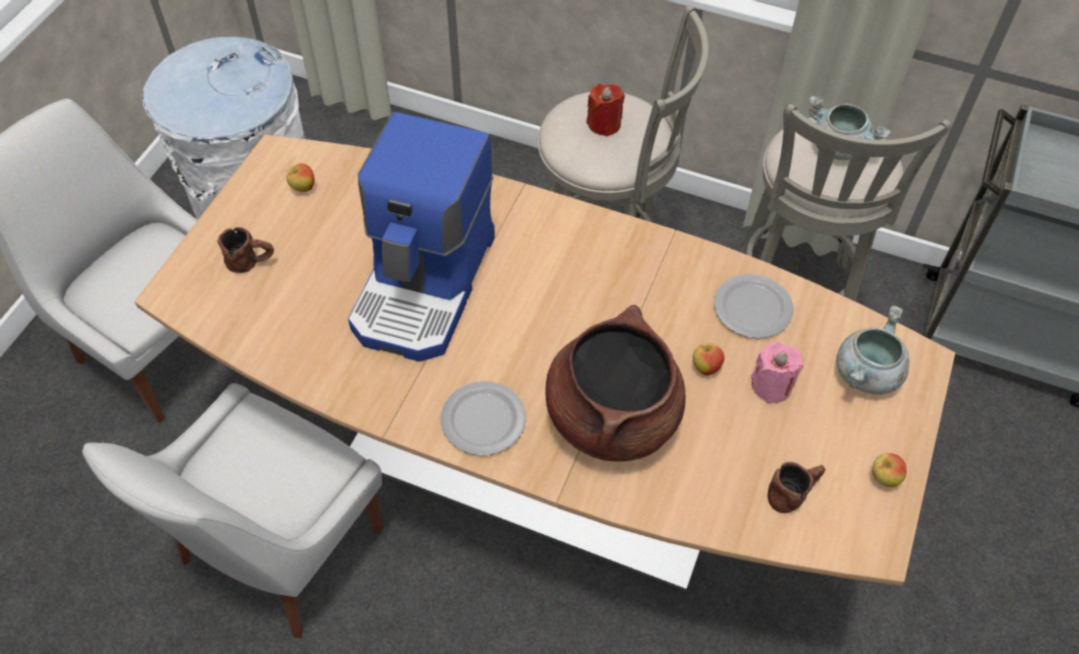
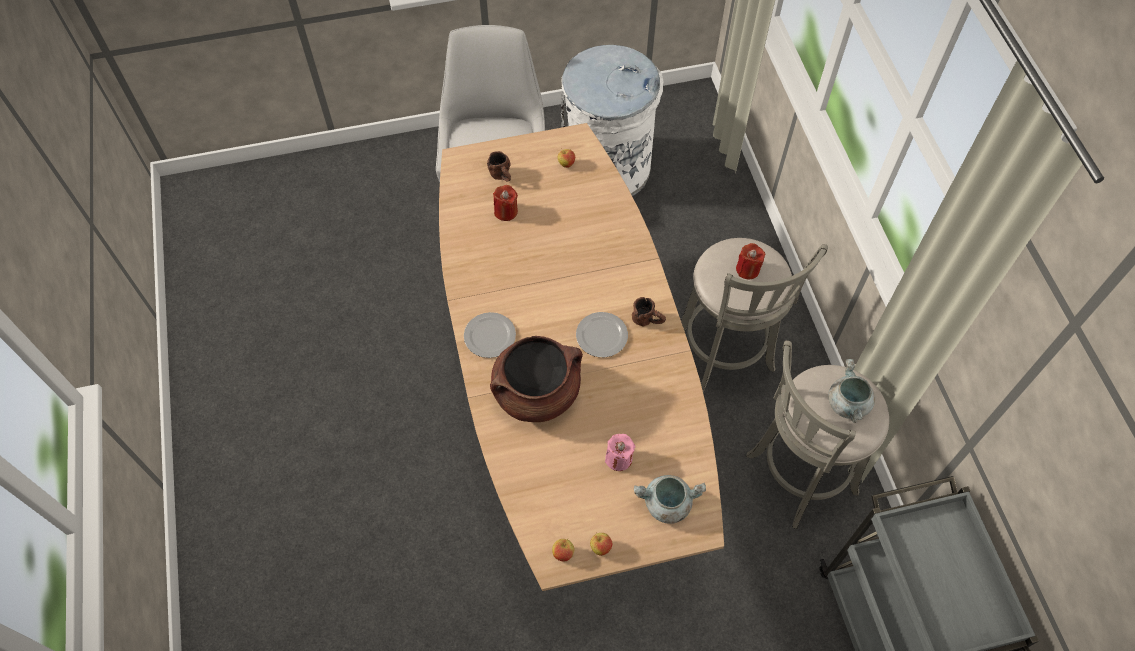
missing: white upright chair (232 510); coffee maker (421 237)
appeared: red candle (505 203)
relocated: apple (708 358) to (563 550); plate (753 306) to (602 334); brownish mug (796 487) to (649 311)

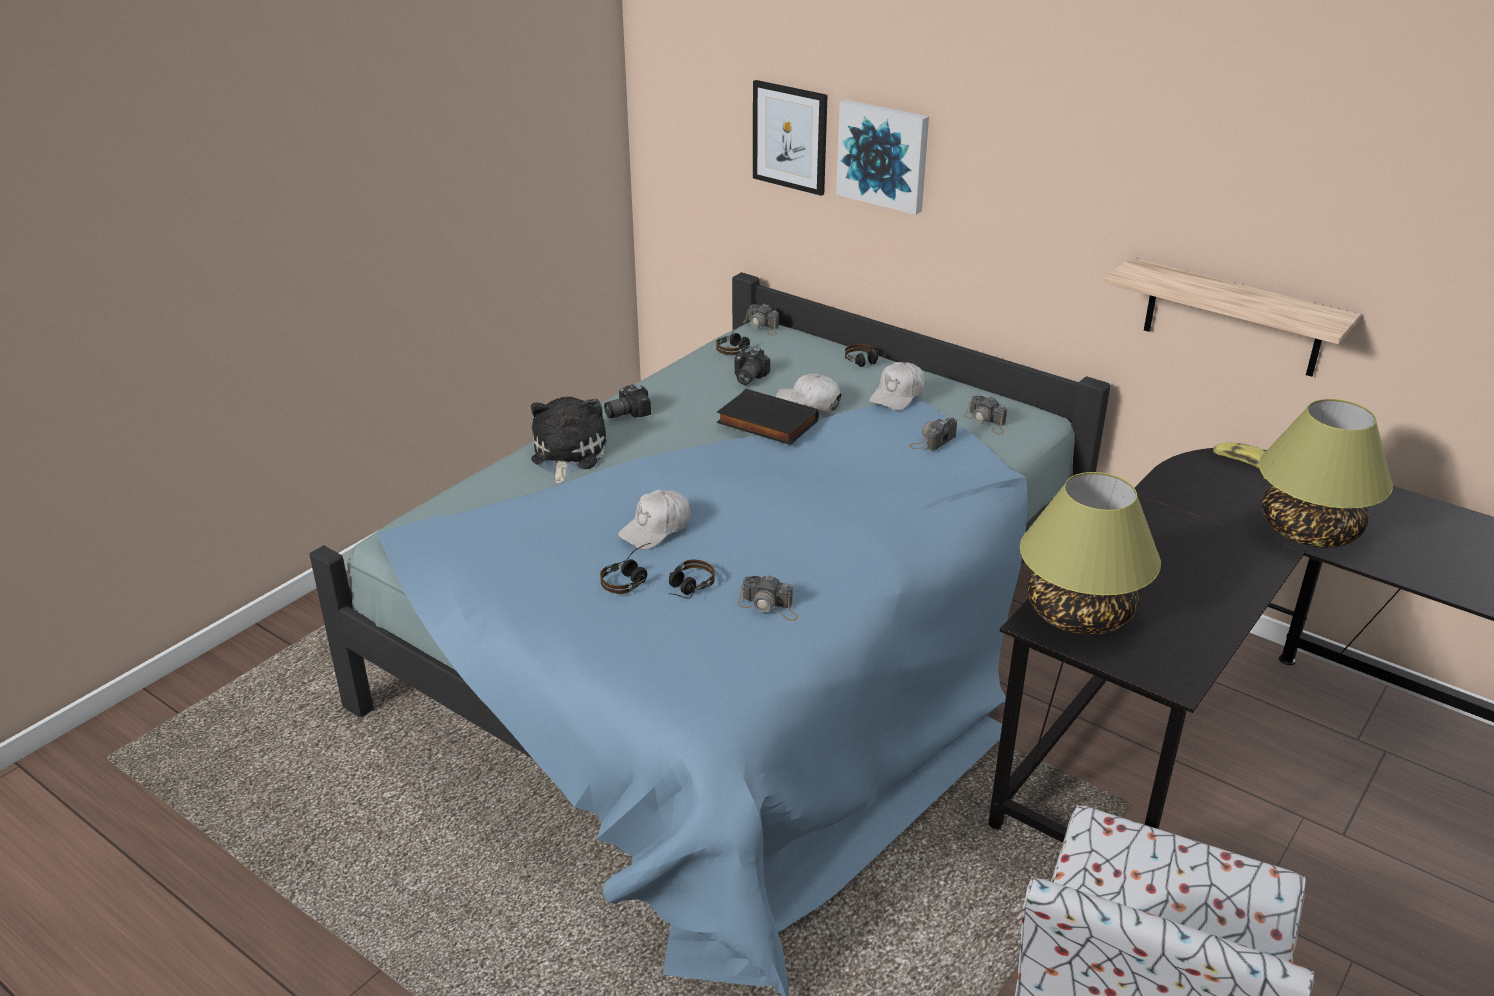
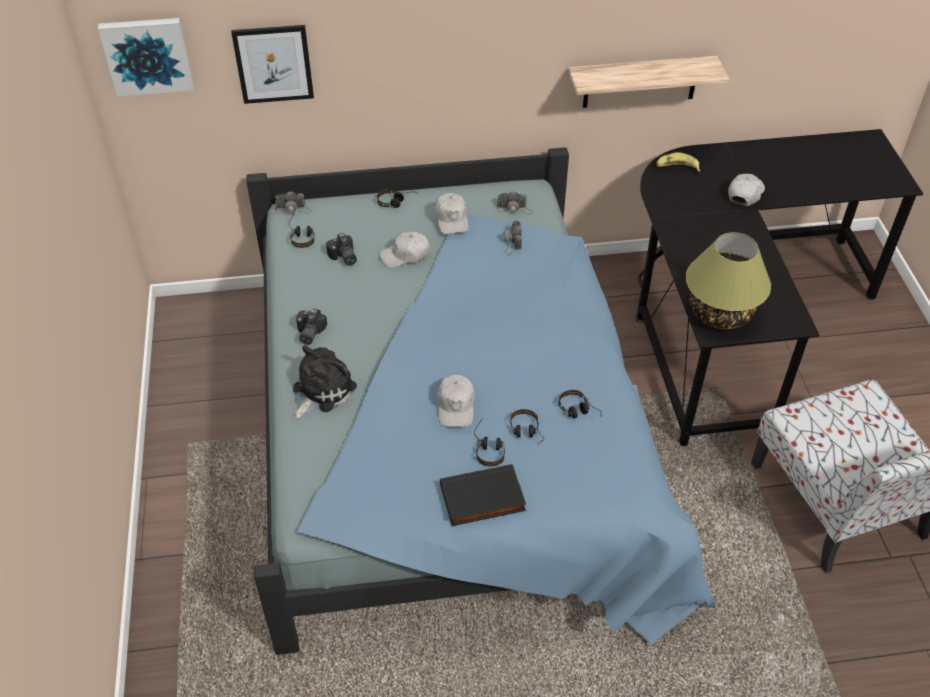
relocated: wall art (882 157) to (146 57); black-coloured volume (768 417) to (483 495)
exchanged: photo camera (768 598) to headphones (579 404); lamp for a table (1326 473) to white cap (746 190)
spun: plush toy (568 440) = (325 382) 75 degrees clockwise

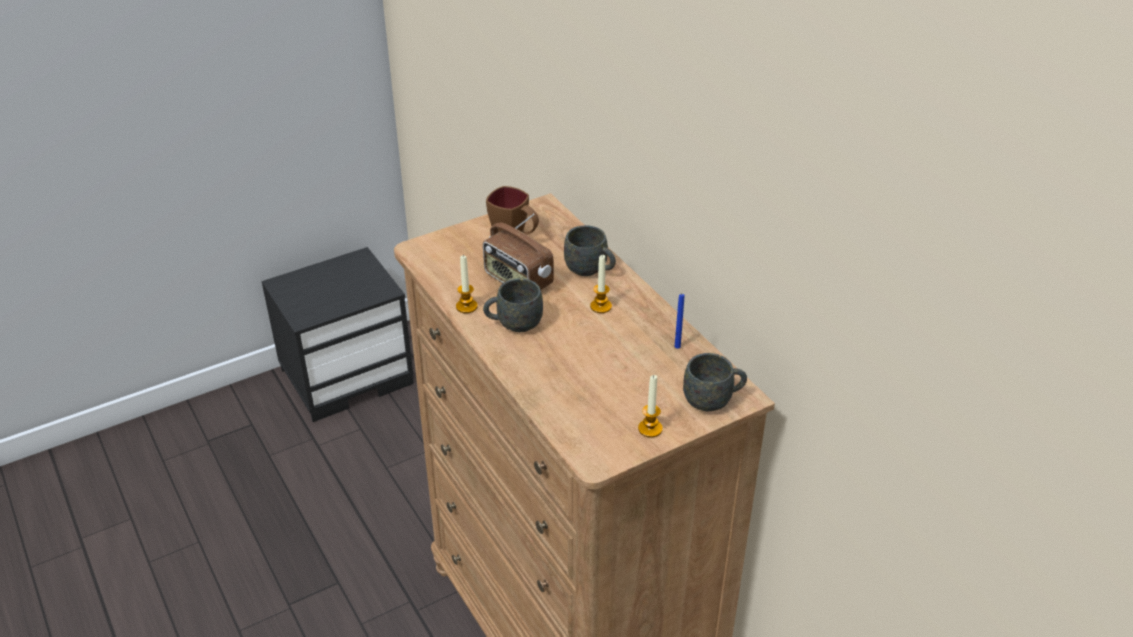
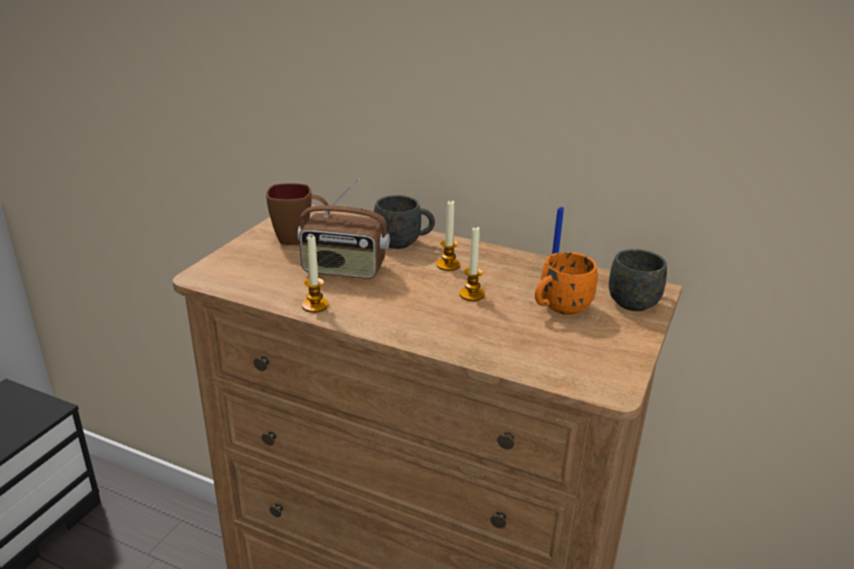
missing: grey mug (513 305)
appeared: orange-coloured mug (566 283)
relocated: candle (650 406) to (472 264)

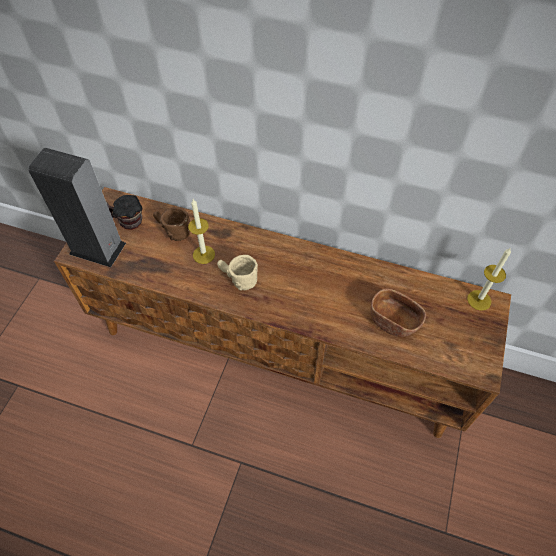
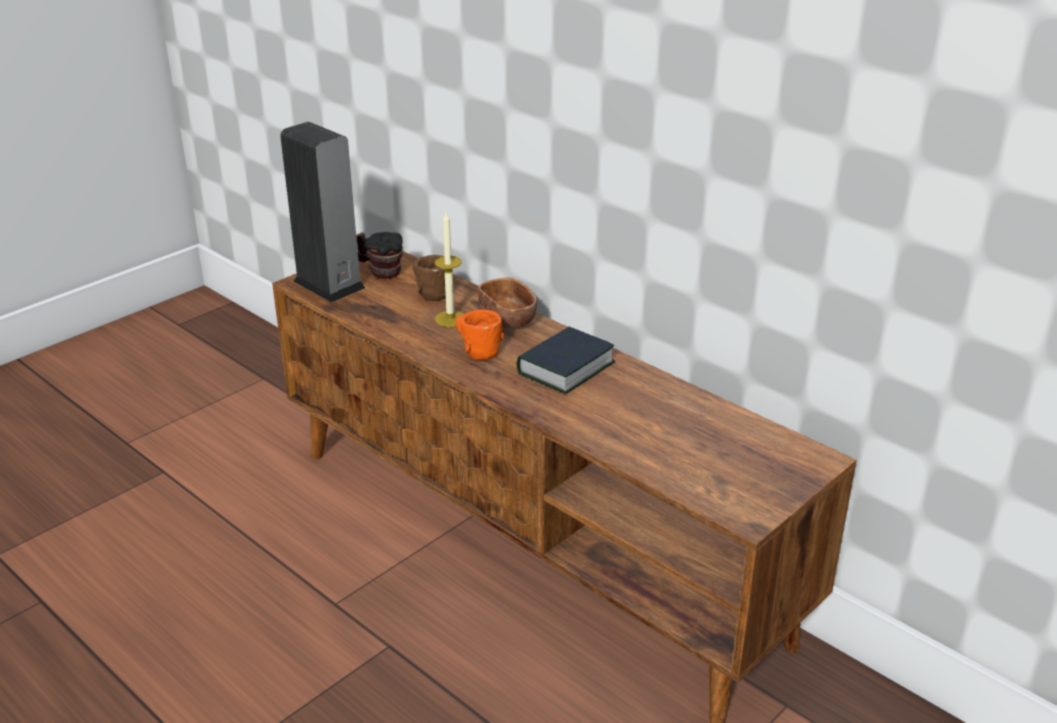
missing: candle (489 279)
appeared: volume (566 360)
relocated: brownish deep dish (398 313) to (507 303)
colour: sand-coloured mug (237 273) to orange-coloured mug (479 334)

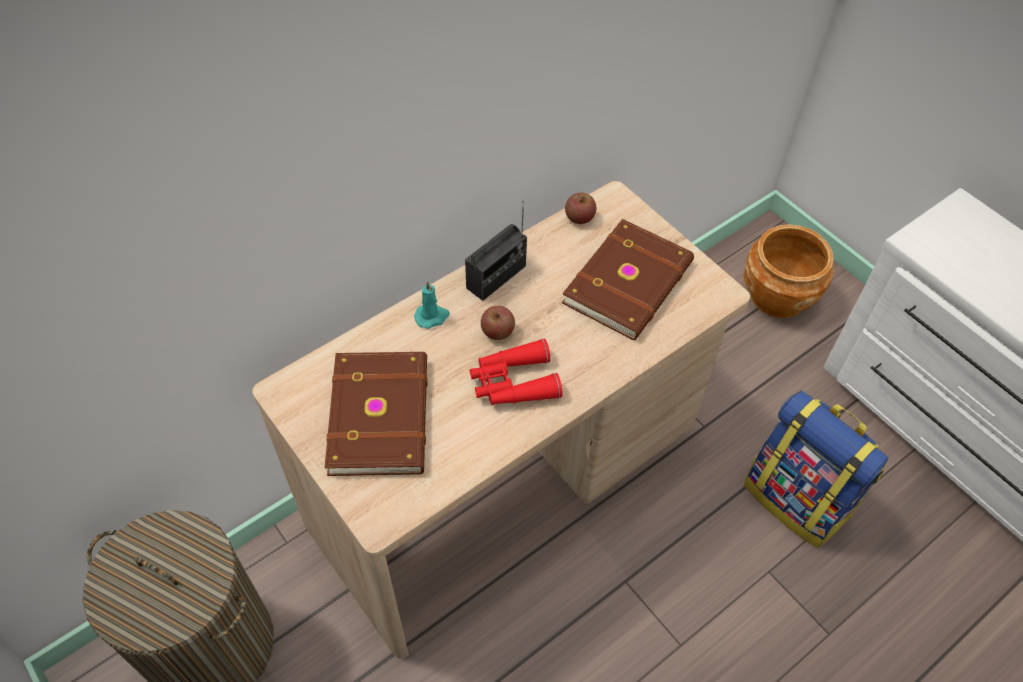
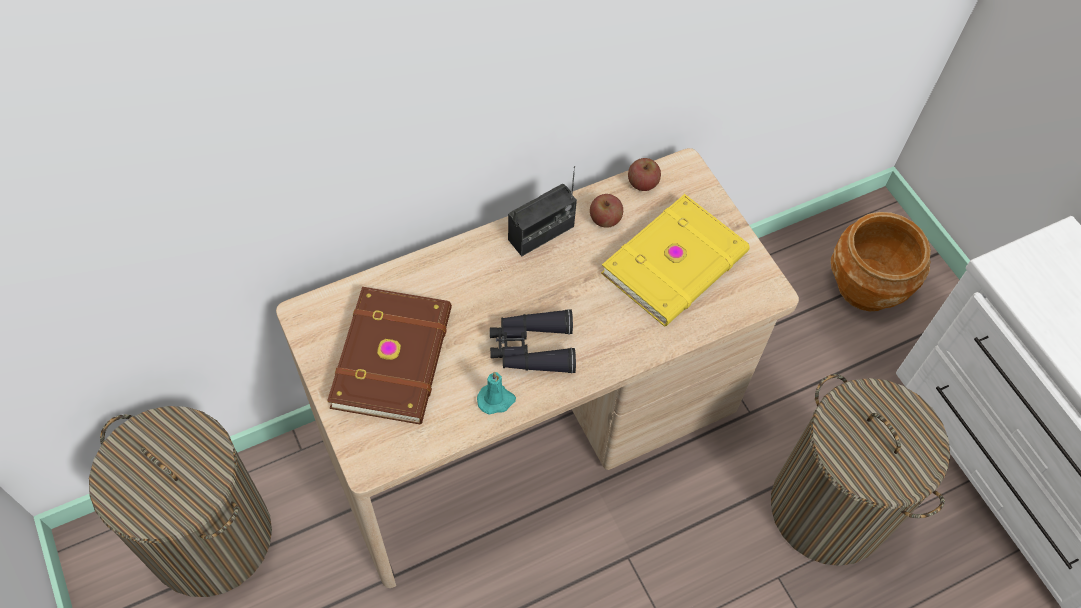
relocated: blue-green candle (431 305) to (496 393); apple (498 323) to (606 211)
exchanged: backpack (816 469) to washing basket (860 470)
colour: red field glasses (516 372) to black-coloured field glasses (533 341); brownish volume (628 279) to yellowish volume (675 260)

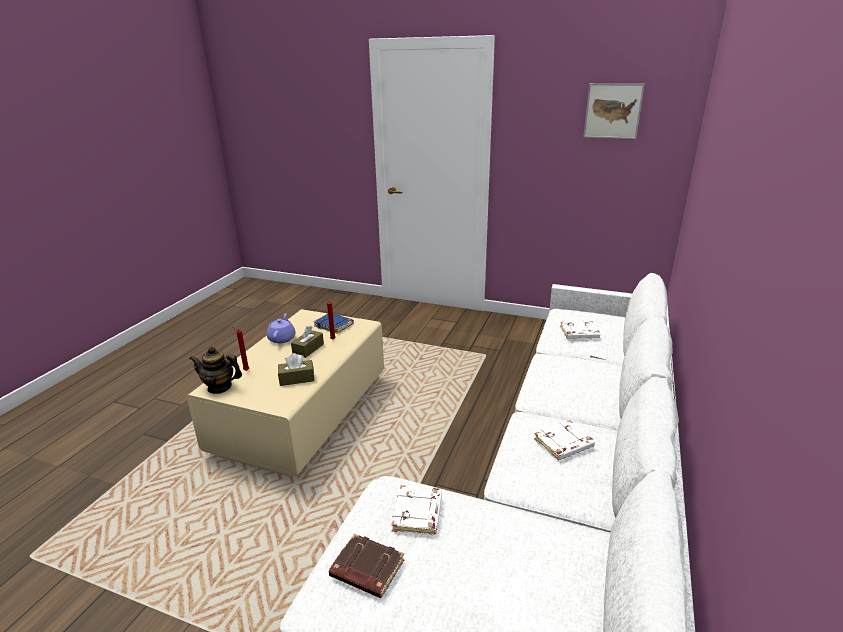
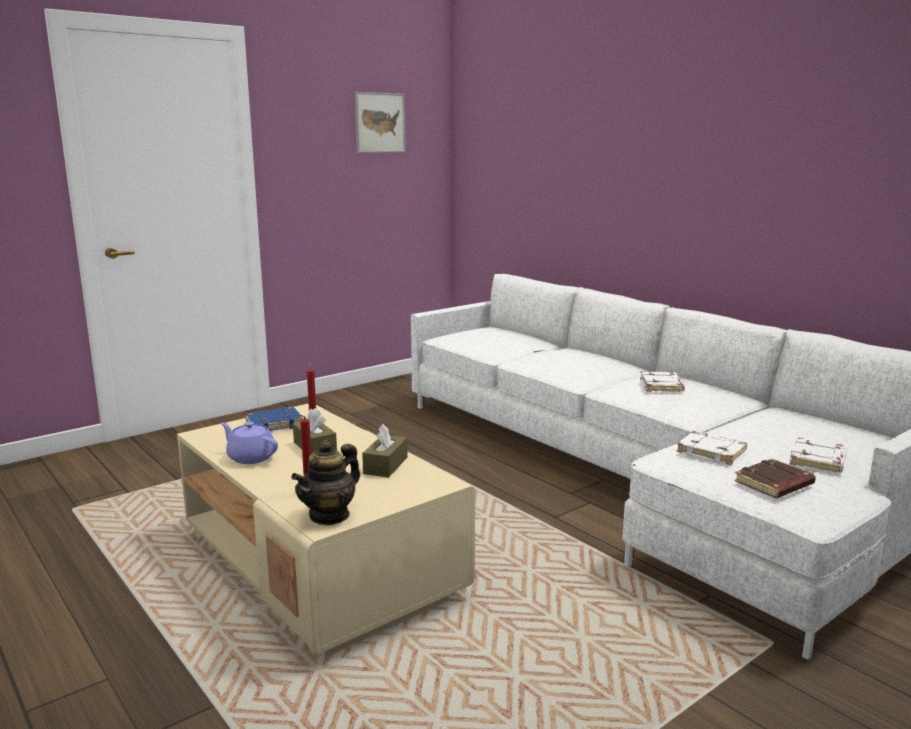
relocated: white volume (580 330) to (818 455)

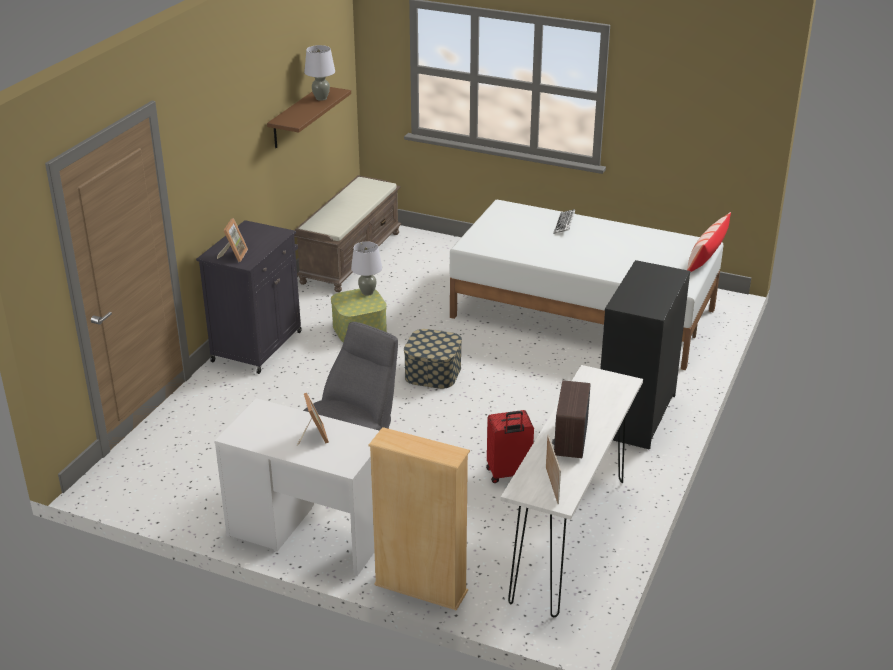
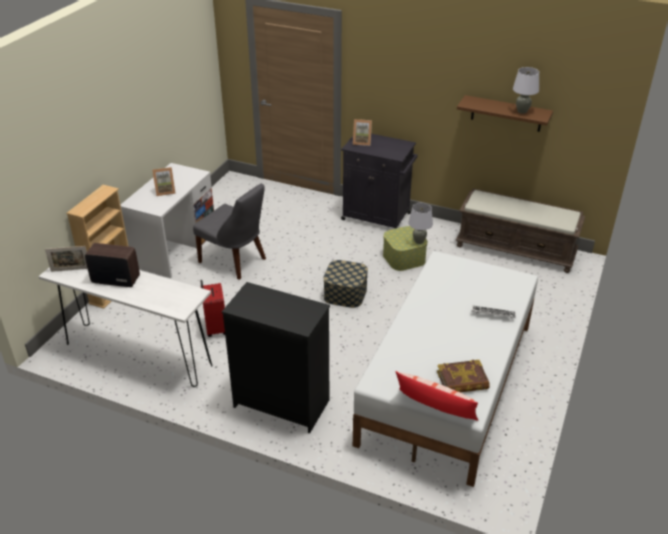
appeared: volume (463 376)

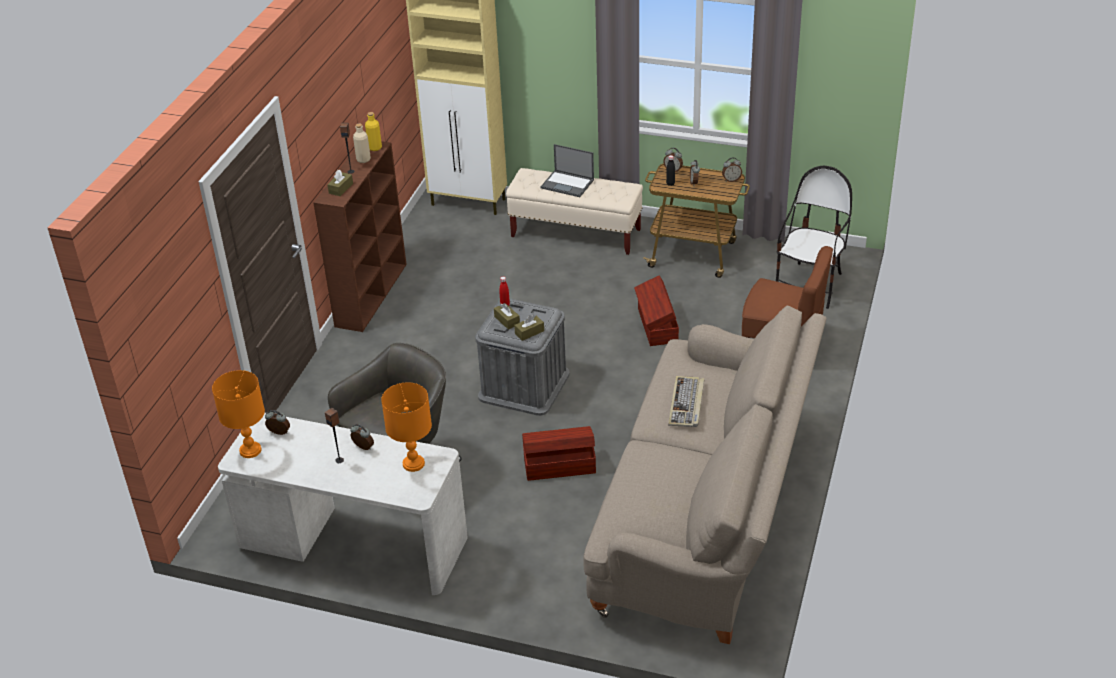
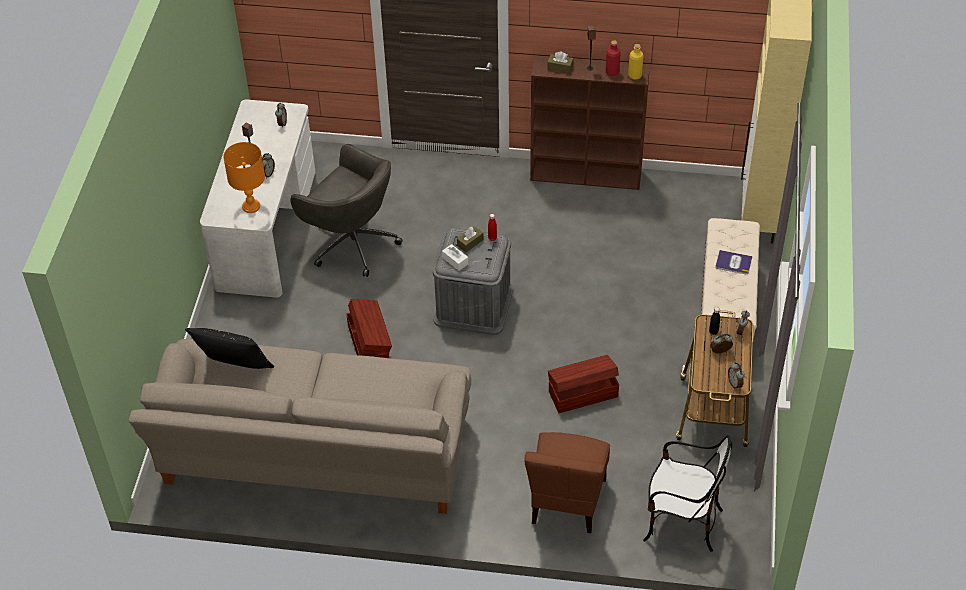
missing: orange-coloured lamp for a table (238 414); computer keyboard (686 401)
appeared: black-coloured throw pillow (229 348)
exchanged: portable computer (567 170) to volume (734 262)
colour: brownish box of tissues (529 328) to white box of tissues (455 257); sand-coloured beverage bottle (362 143) to red beverage bottle (613 58)

